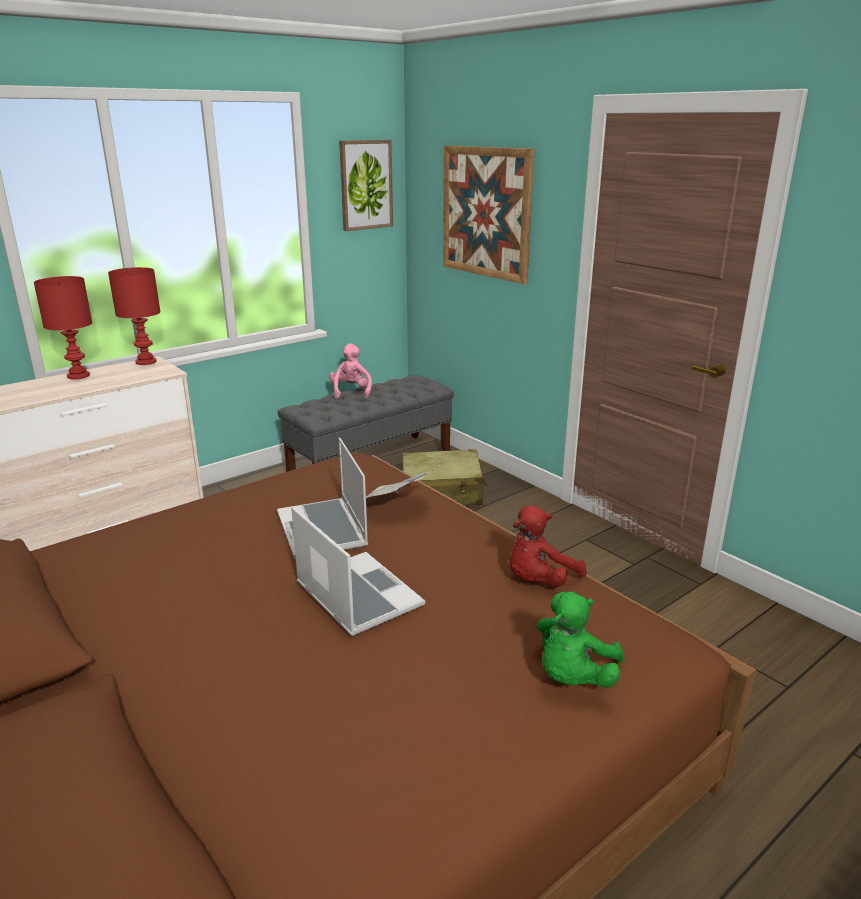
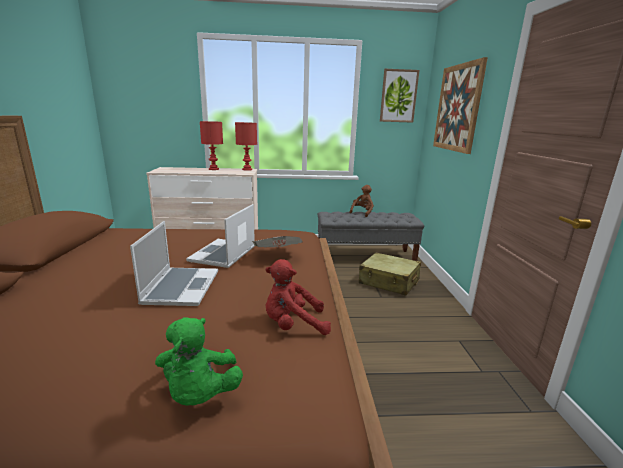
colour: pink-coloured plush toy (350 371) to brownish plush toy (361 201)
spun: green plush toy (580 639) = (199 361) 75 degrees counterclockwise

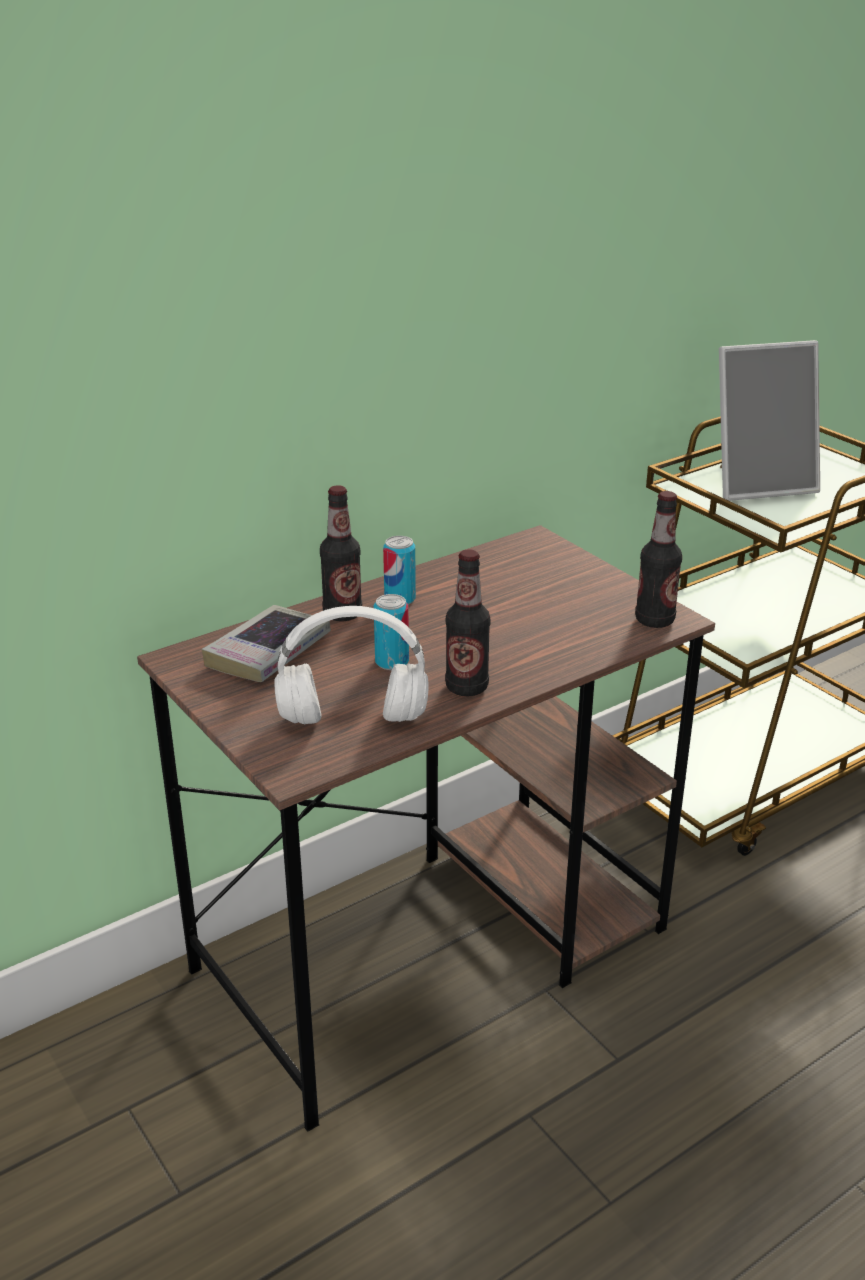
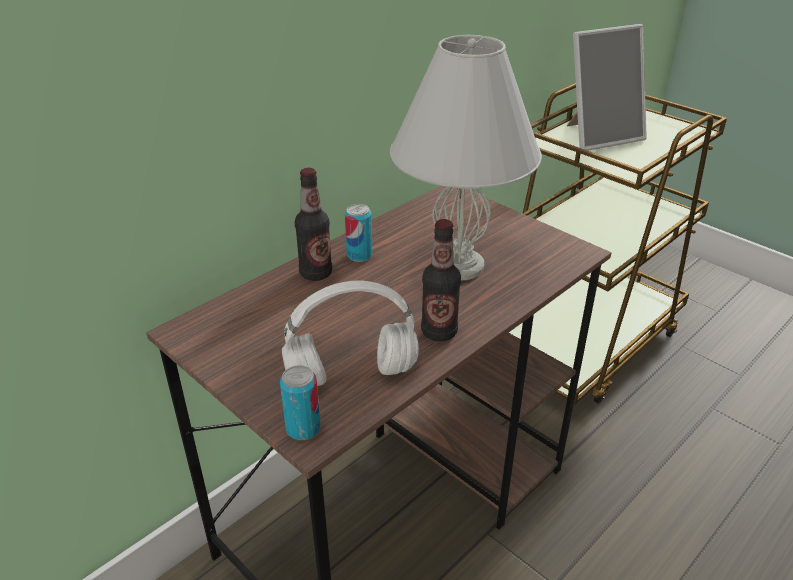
missing: volume (266 643); beverage bottle (658 559)
appeared: white lamp for a table (466 157)
relocated: sealed can (391 632) to (300 402)

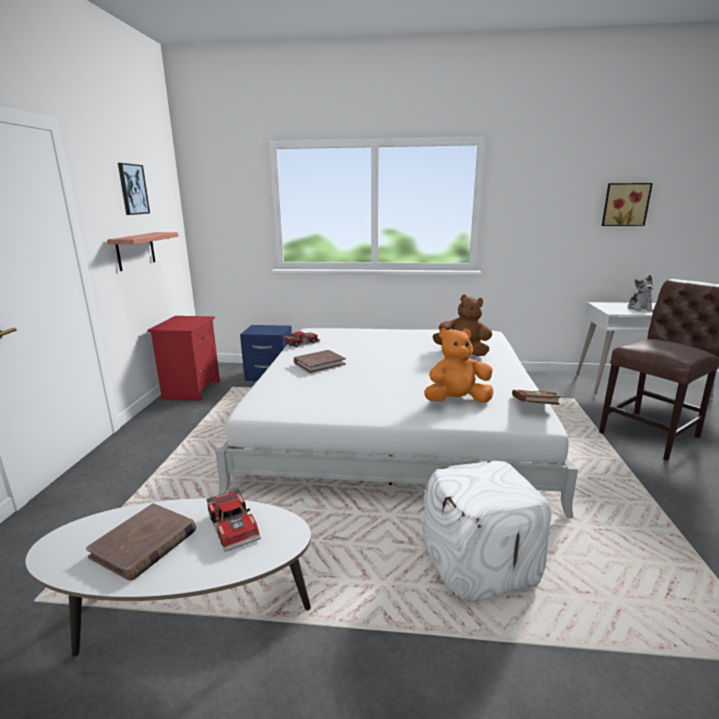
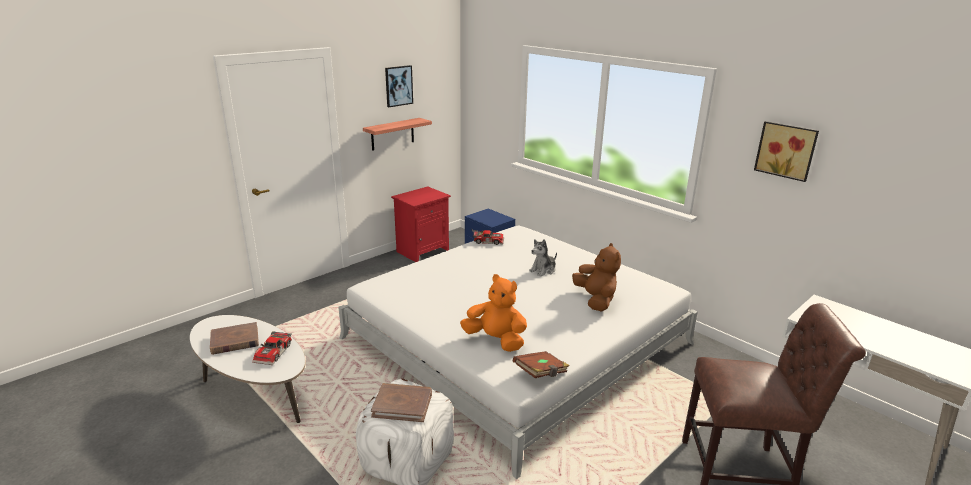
relocated: brownish volume (320 361) to (401 402); plush toy (640 293) to (543 258); wall art (627 204) to (786 151)

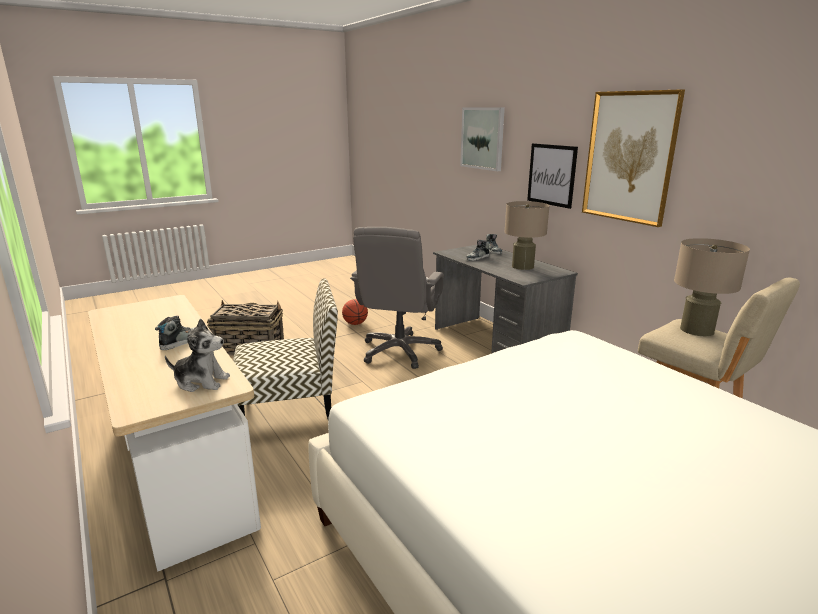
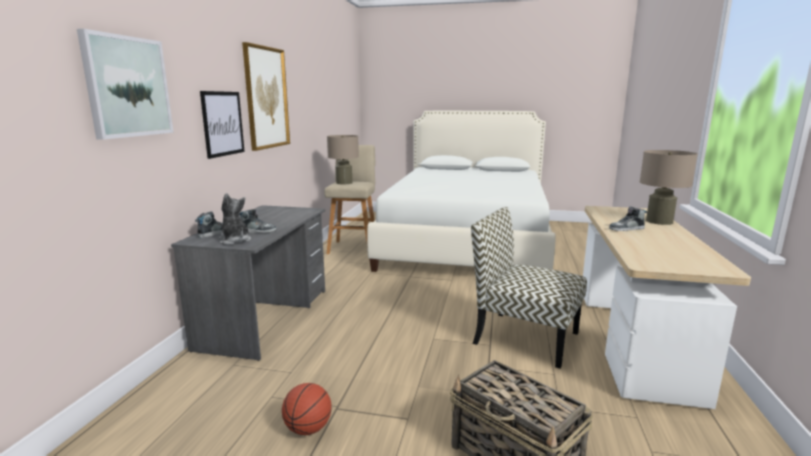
missing: grey desk chair (397 298)
relocated: plush toy (197 355) to (235 219); sand-coloured lamp for a table (527 235) to (668 187)

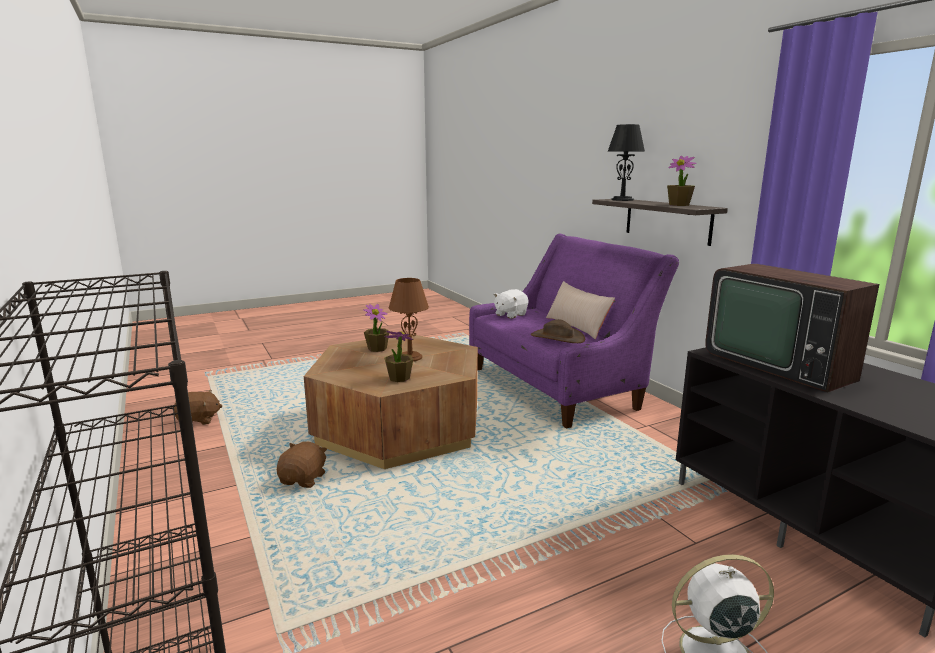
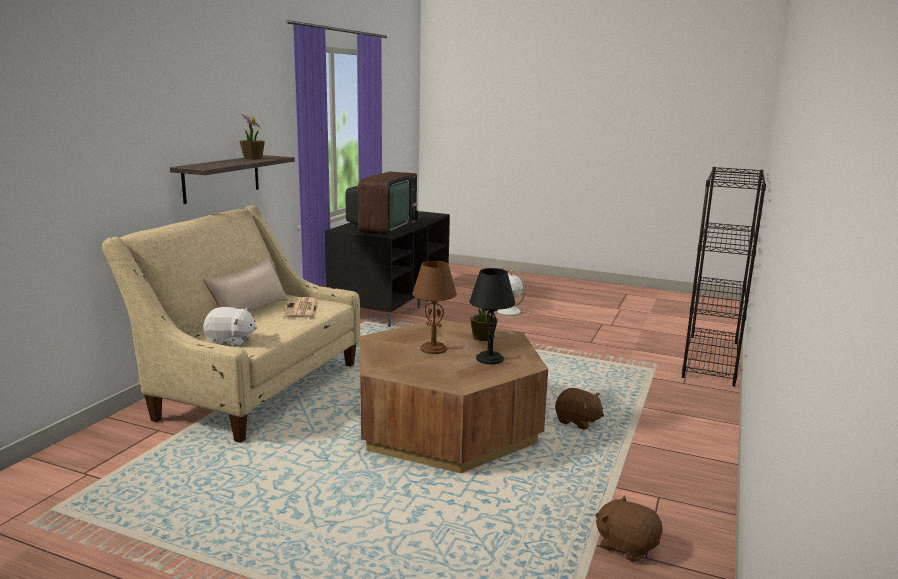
missing: plant in a pot (376 328)
relocated: black-coloured lamp for a table (626 162) to (492 316)
exchanged: brownish wearable hat (558 331) to printed paper (301 308)
colour: purplish sofa (574 331) to sand-coloured sofa (231 324)
spun: brownish plush toy (302 465) = (579 409) 120 degrees counterclockwise

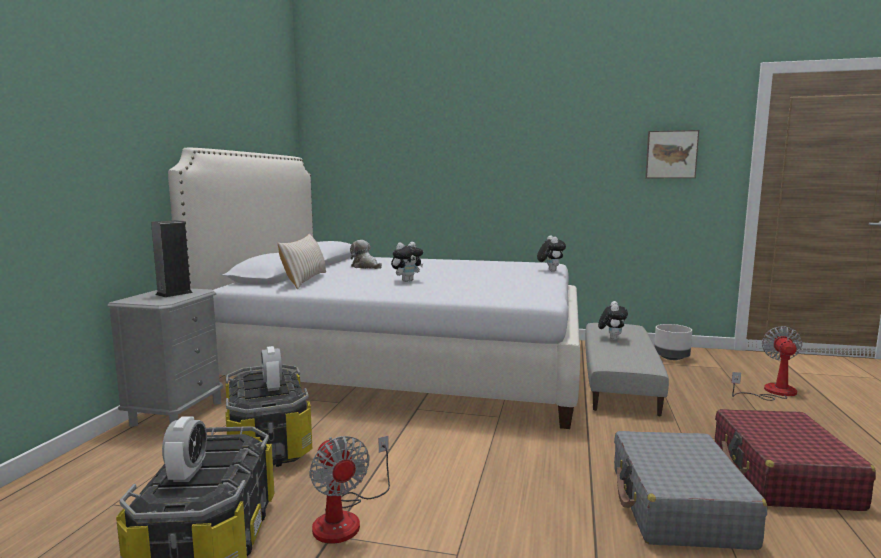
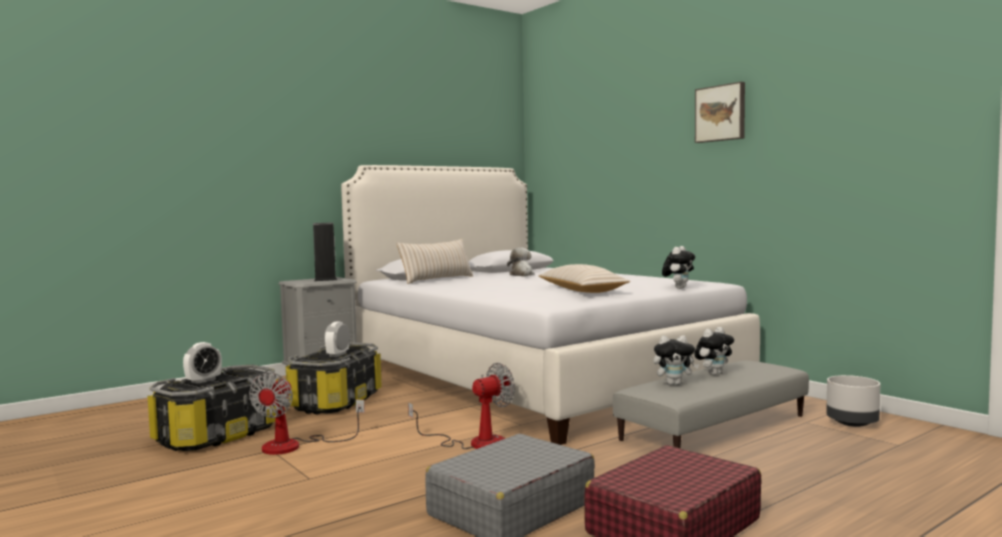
appeared: sand-coloured throw pillow (584 278)
relocated: cooling fan (766 363) to (461 405); plush toy (407 262) to (676 360); wall art (672 154) to (720 112)

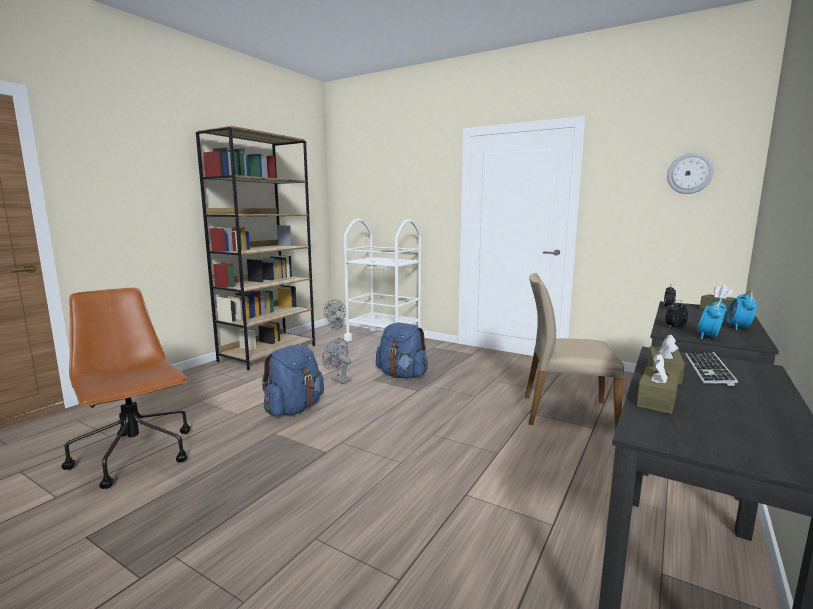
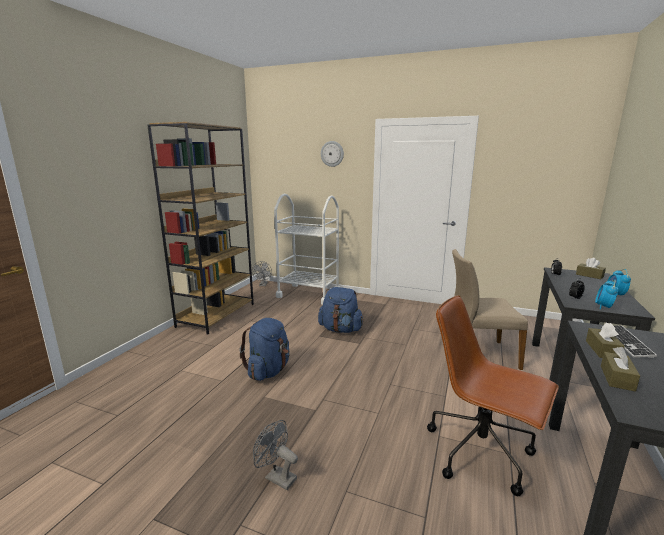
relocated: grey cooling fan (337 361) to (275 455); hanging clock (690 173) to (332 154); brownish desk chair (125 388) to (493 395)

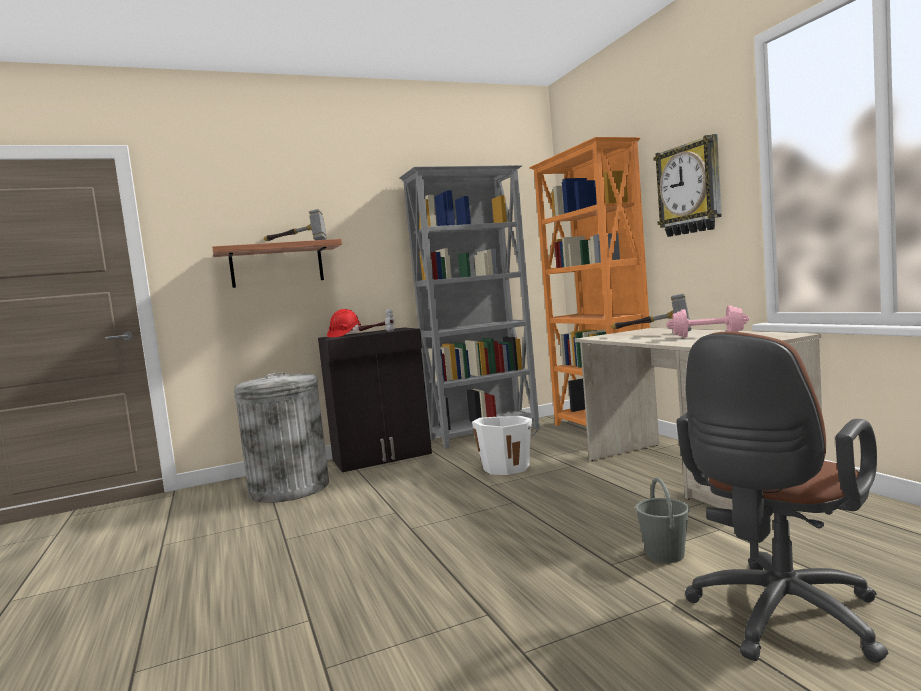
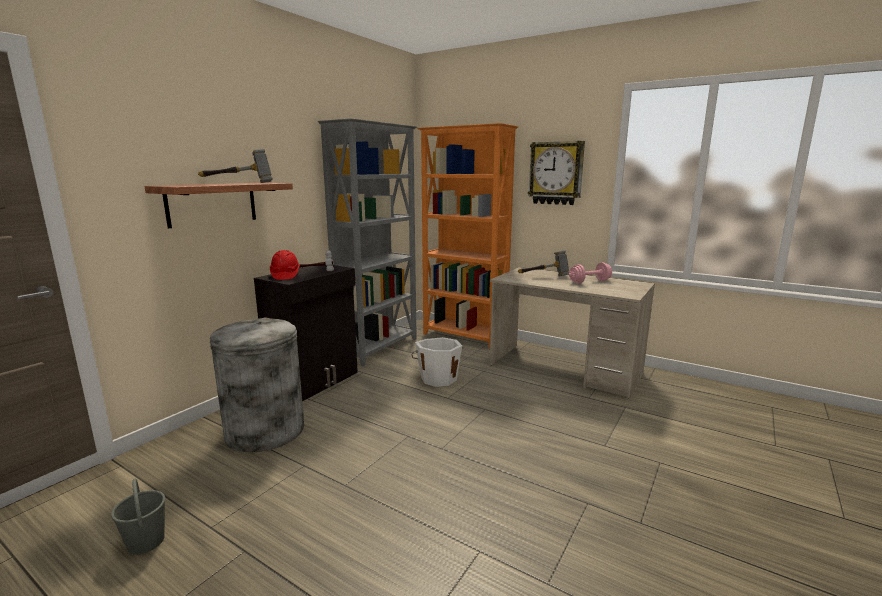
missing: brownish desk chair (782 497)
relocated: grey bucket (662 520) to (138 517)

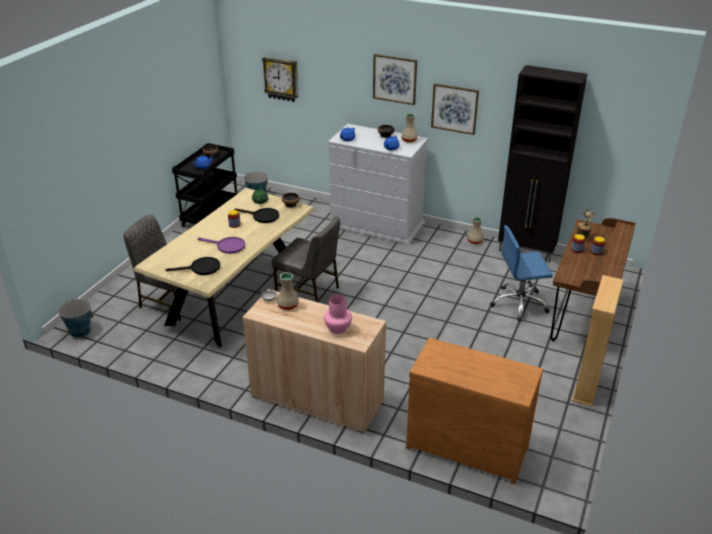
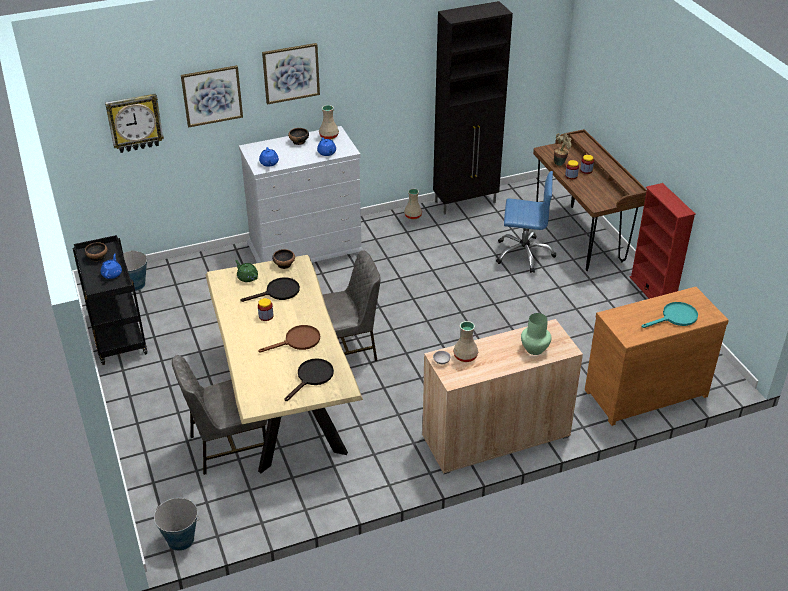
appeared: blue-green frying pan (670 315)
relocated: wall art (455 109) to (212 96)
colour: purplish frying pan (221 245) to brownish frying pan (289 339); pink-coloured vase (338 314) to green vase (536 334); sand-coloured bookshelf (597 340) to red bookshelf (663 241)
spun: blue desk chair (521 273) = (526 222) 120 degrees counterclockwise

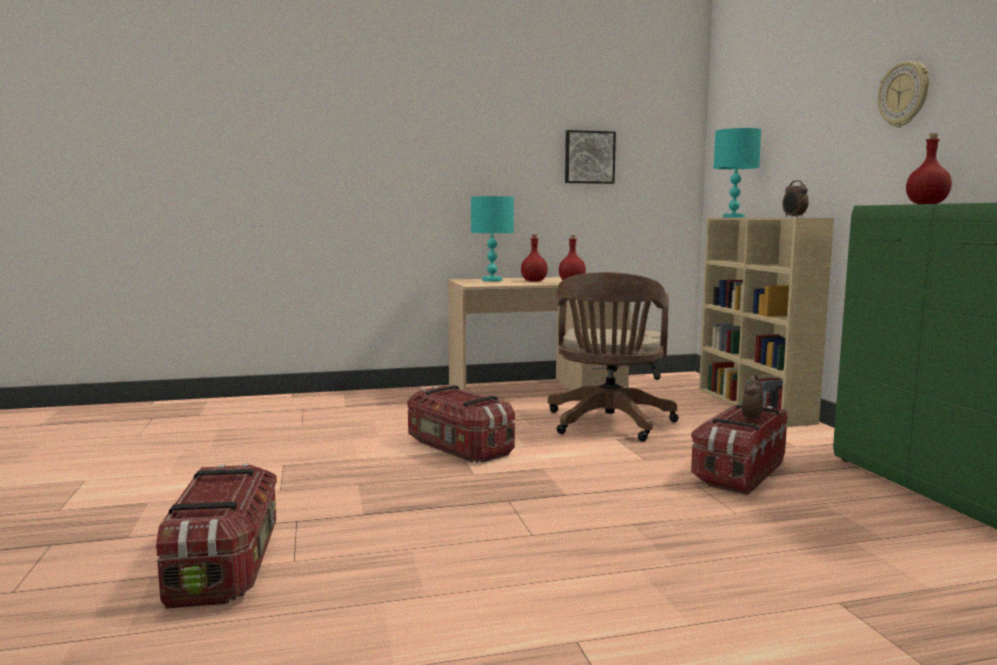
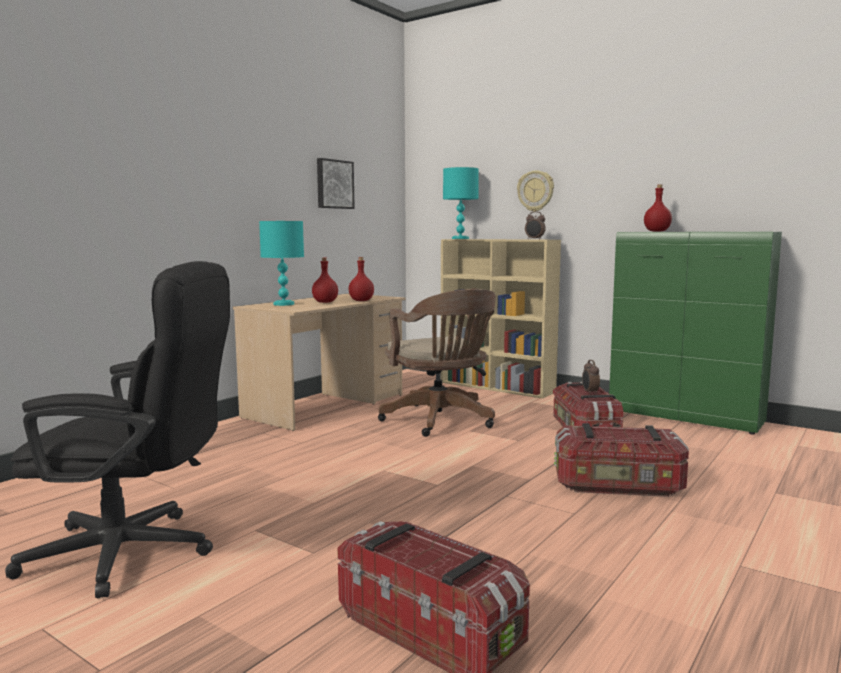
appeared: black-coloured desk chair (117 429)
relocated: hanging clock (903 94) to (535 191); storage bin (461 424) to (621 460)

